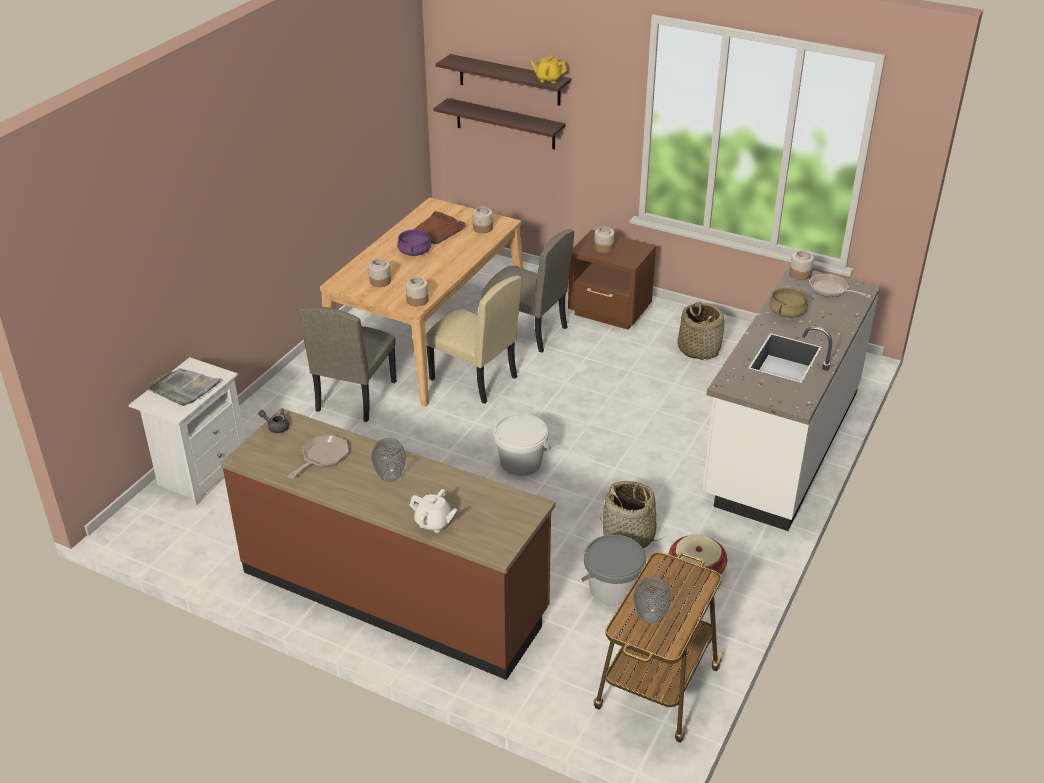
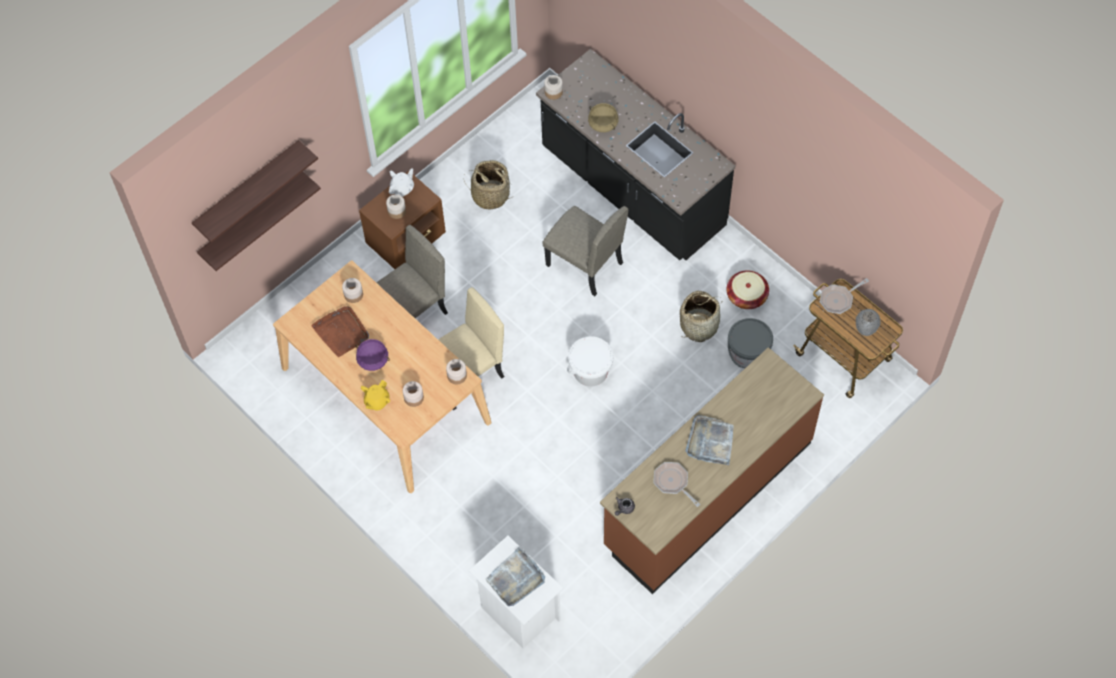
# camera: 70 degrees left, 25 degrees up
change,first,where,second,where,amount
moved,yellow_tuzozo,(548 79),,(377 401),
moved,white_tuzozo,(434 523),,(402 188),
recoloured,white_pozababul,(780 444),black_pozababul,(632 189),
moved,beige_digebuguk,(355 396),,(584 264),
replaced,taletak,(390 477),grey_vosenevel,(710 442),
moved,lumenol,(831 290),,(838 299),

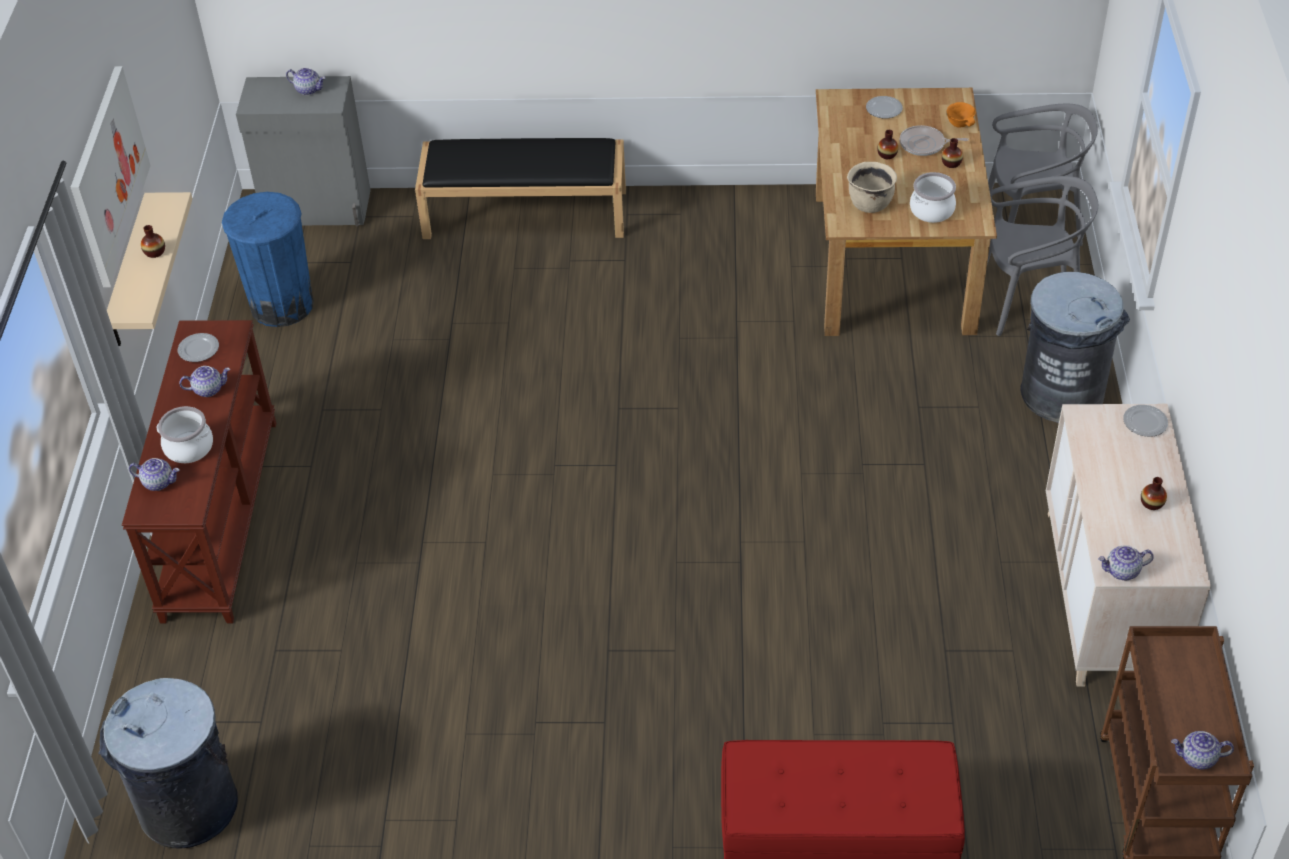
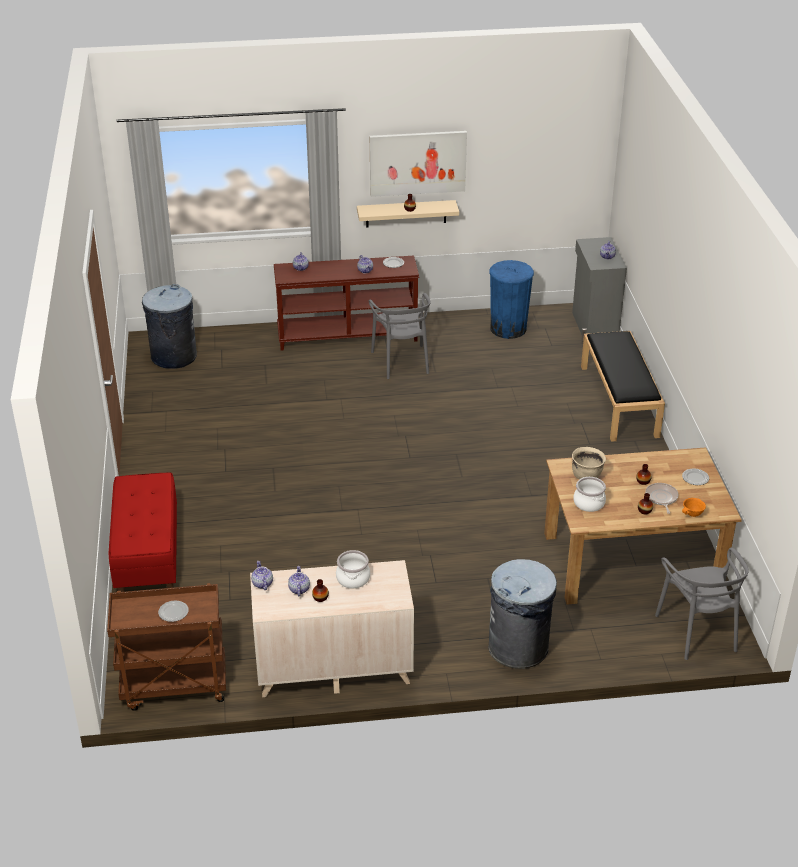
# camera: 80 degrees right, 10 degrees down
change,first,where,second,where,amount
moved,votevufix,(1145 422),,(173 613),
moved,tuzozo,(1197 758),,(299 589),
moved,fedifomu,(189 447),,(353 578),
moved,grey_digebuguk,(1028 301),,(402 361),

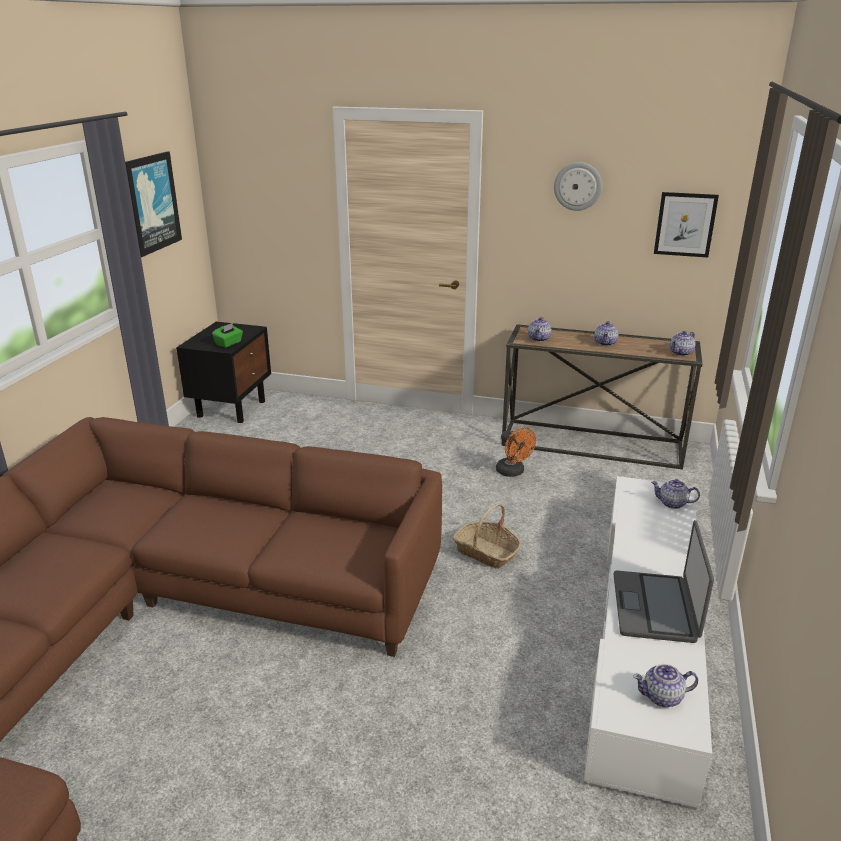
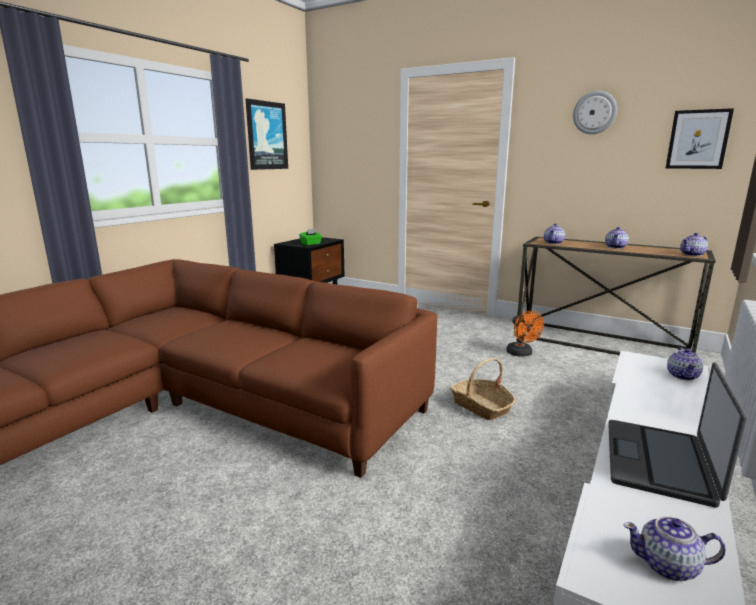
# camera: 15 degrees right, 10 degrees down
change,first,where,second,where,amount
turned,tuzozo,(673 504),,(682 376),105 degrees counterclockwise

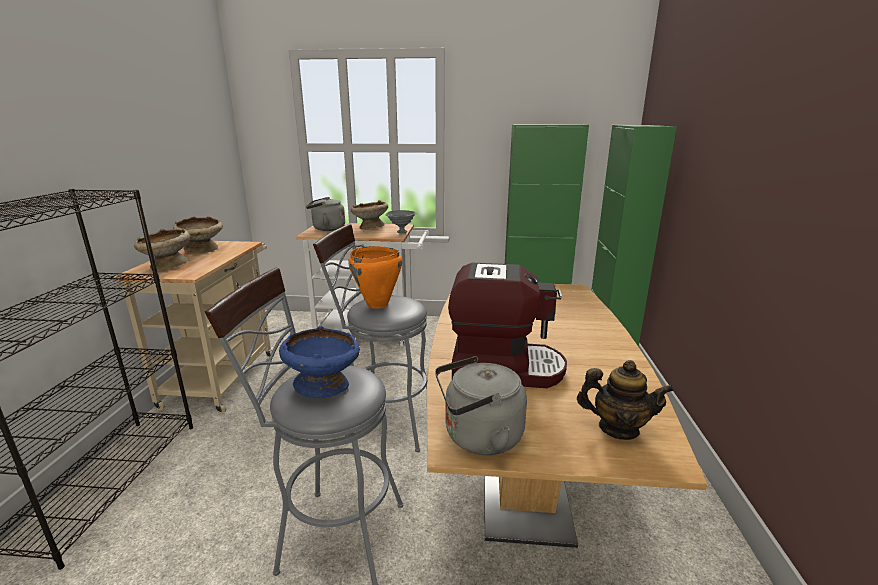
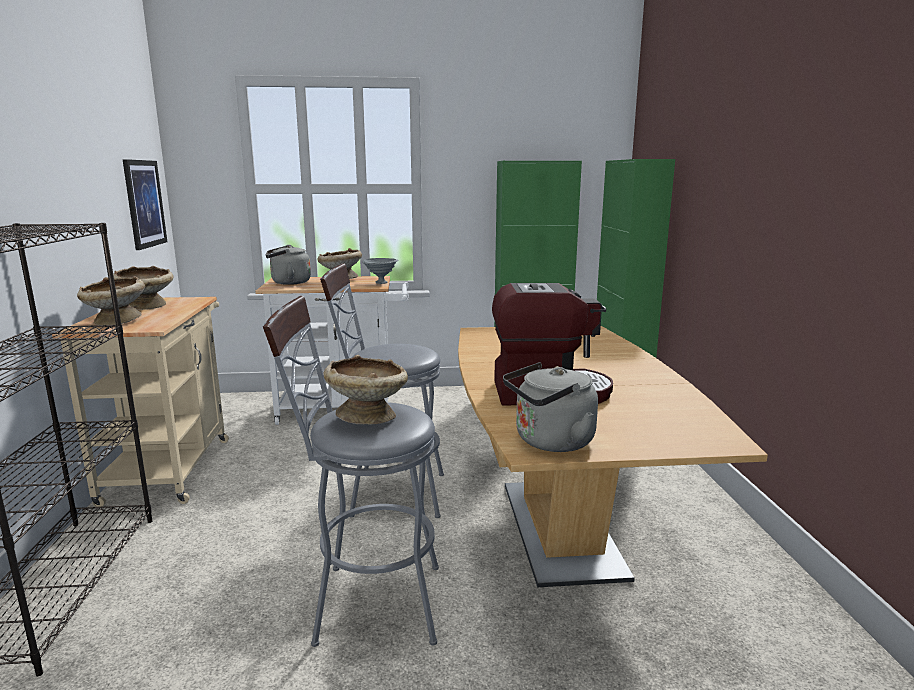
# camera: 10 degrees left, 5 degrees down
change,first,where,second,where,amount
added,,,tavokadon,(144 203),
recoloured,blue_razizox,(324 384),beige_razizox,(367 416),
removed,orange_fedifomu,(377 304),,,
removed,tuzozo,(618 428),,,

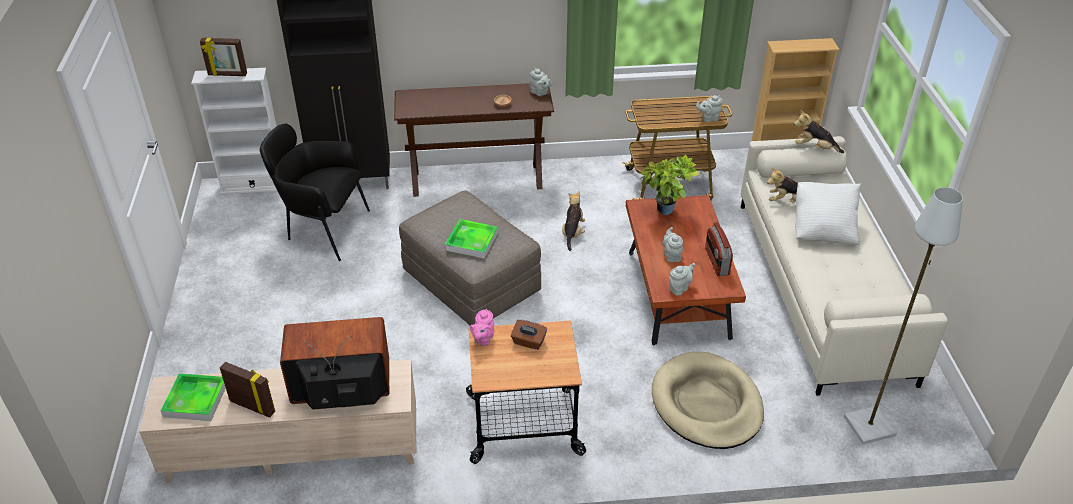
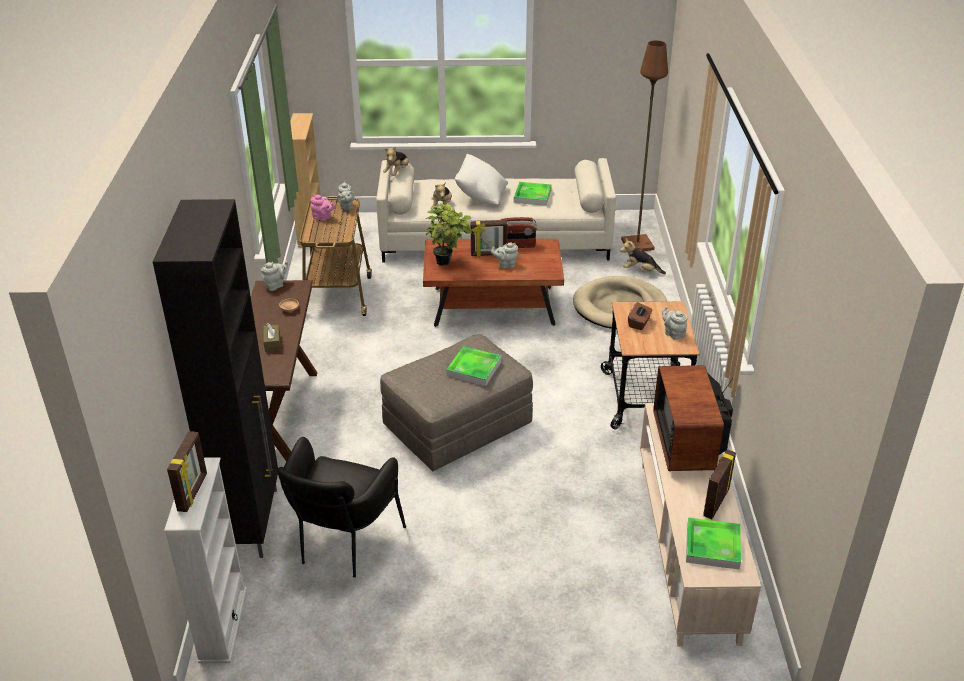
# camera: 85 degrees left, 5 degrees down
change,first,where,second,where,amount
added,,,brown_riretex,(272 343),
moved,pink_tuzozo,(483 339),,(323 218),
added,,,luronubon,(489 254),
added,,,vosenevel,(532 196),
moved,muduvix,(573 233),,(640 271),
recoloured,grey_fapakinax,(869 425),brown_fapakinax,(636 244),
moved,grey_tuzozo,(680 288),,(673 333),

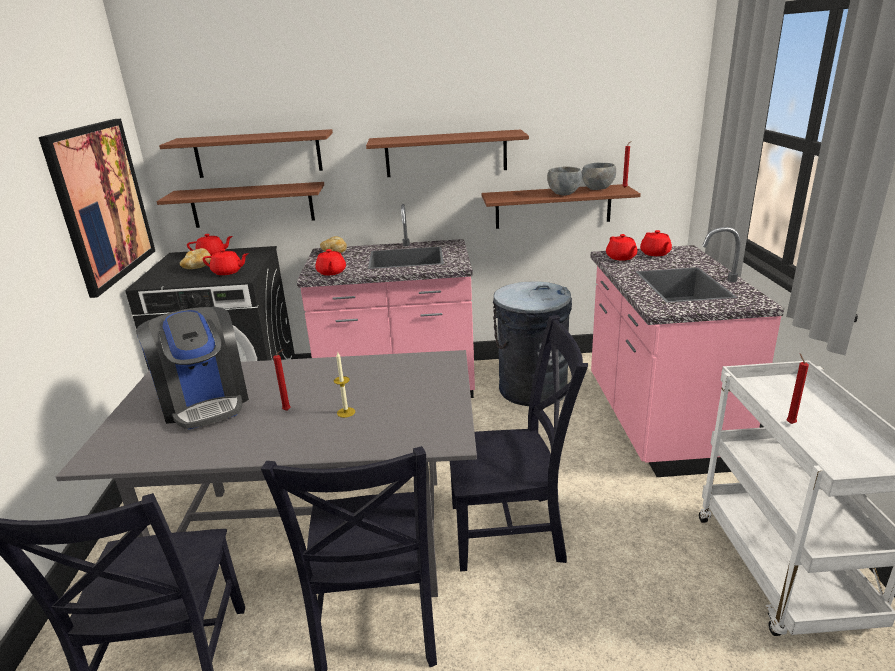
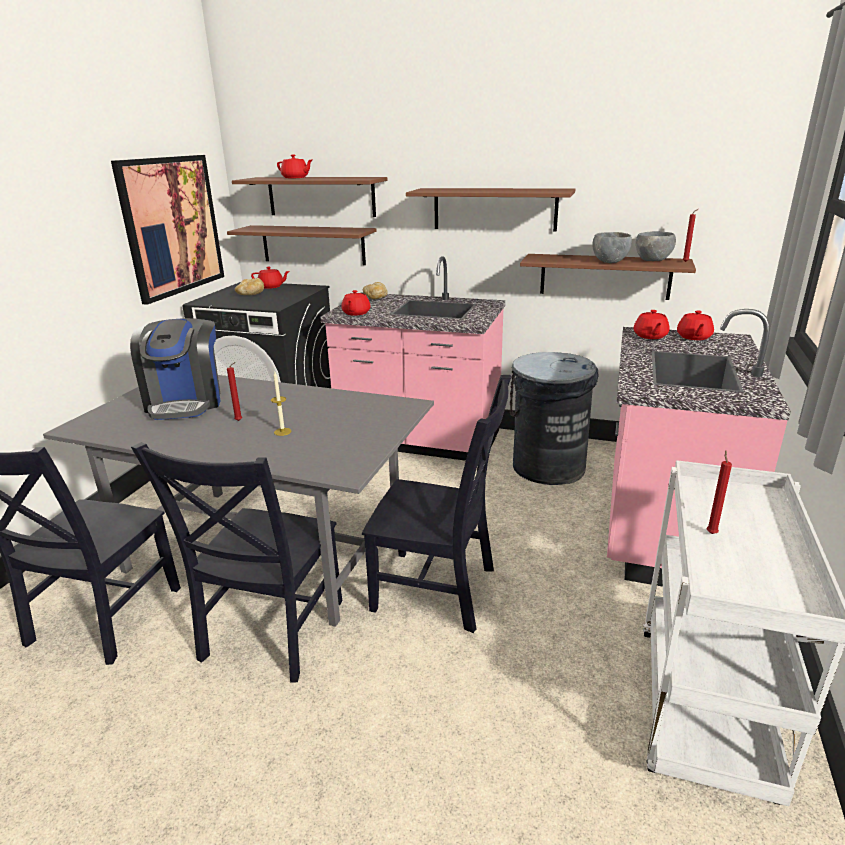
# camera: 20 degrees right, 0 degrees up
change,first,where,second,where,amount
moved,red_tuzozo,(228 272),,(295 178),

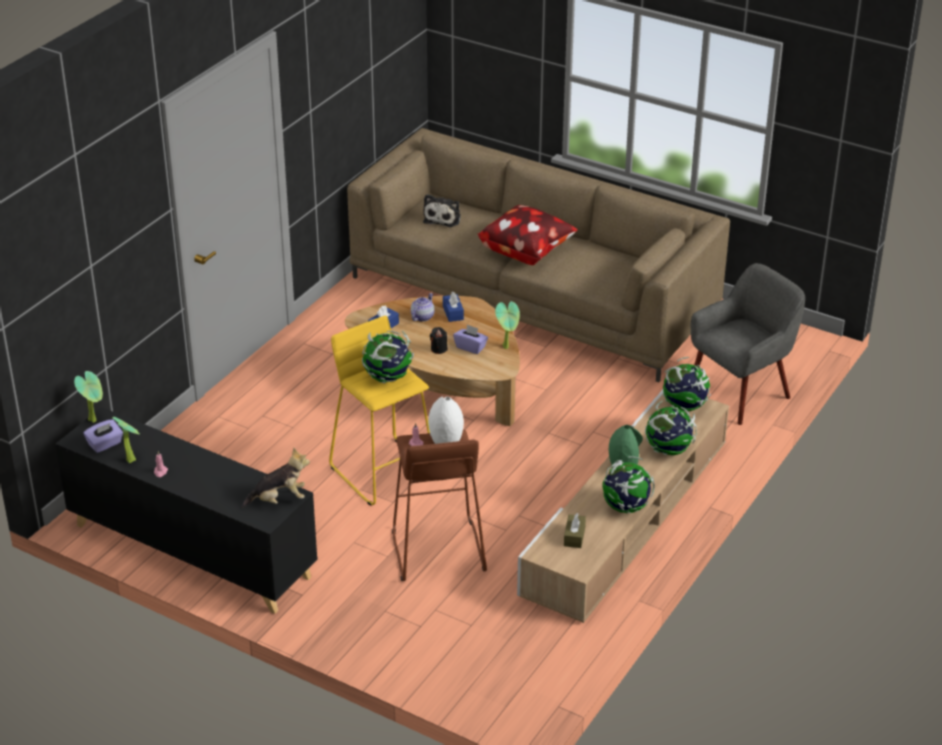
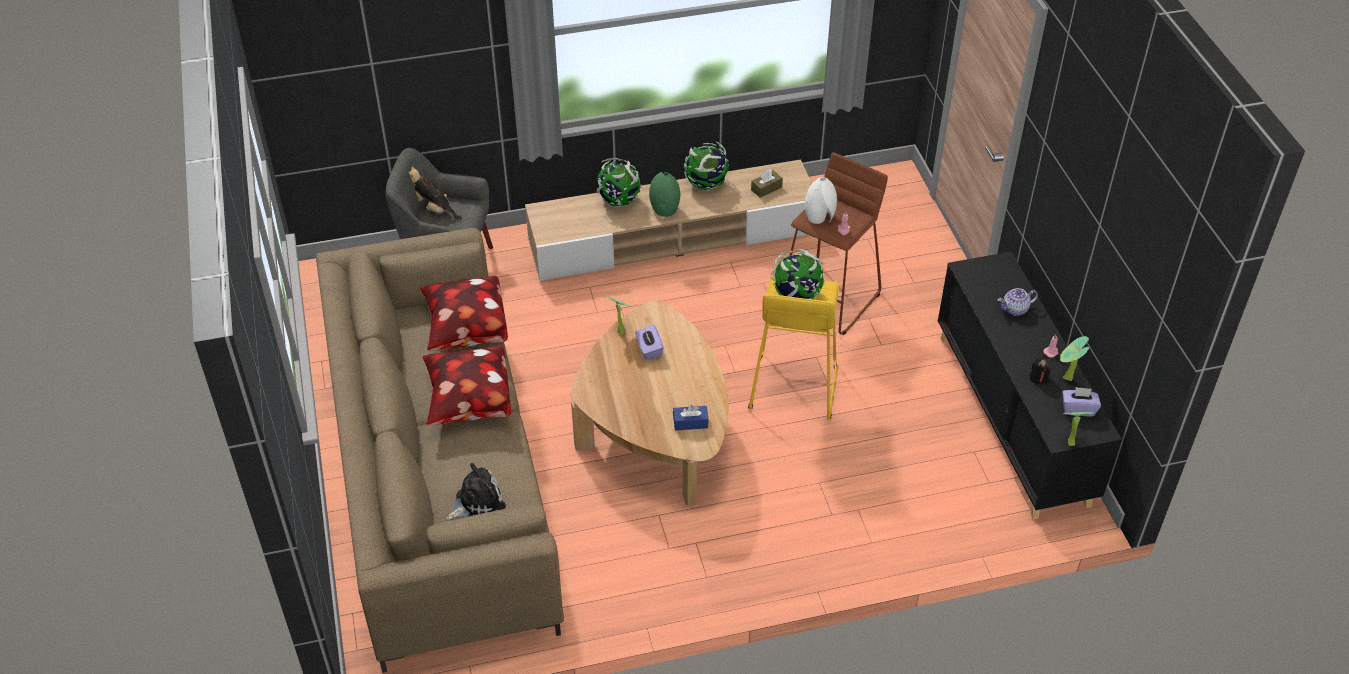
# camera: 135 degrees left, 10 degrees up
change,first,where,second,where,amount
moved,muduvix,(279 500),,(433 209),
added,,,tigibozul,(466 332),
moved,tuzozo,(422 317),,(1015 309),
moved,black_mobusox,(439 349),,(1038 378),
removed,blue_riretex,(453 313),,,
removed,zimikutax,(685 406),,,

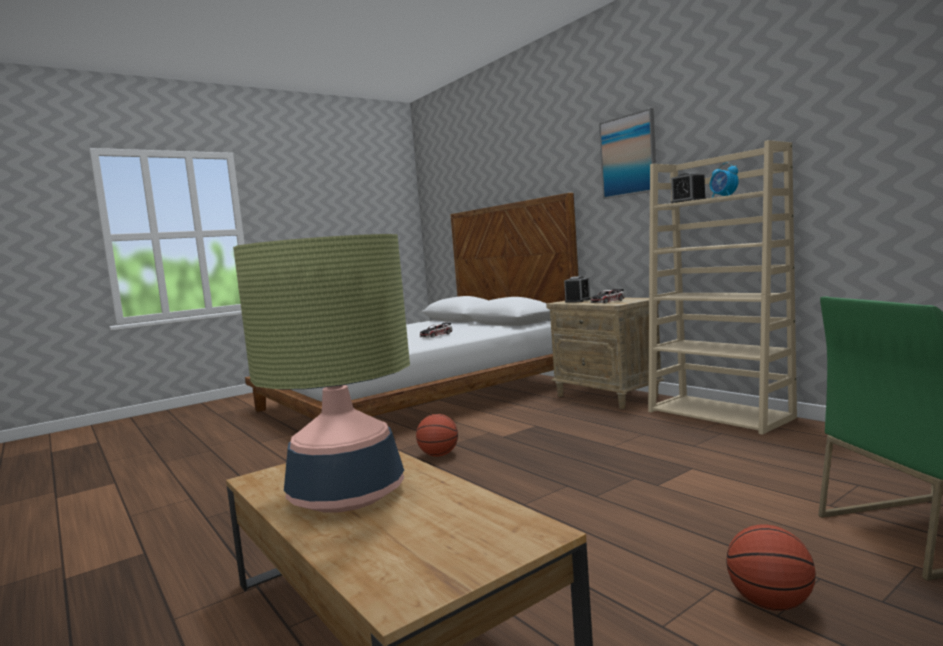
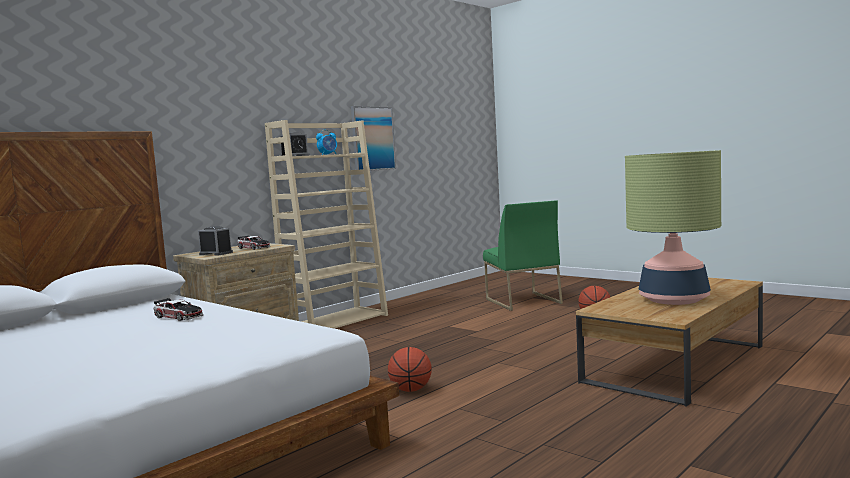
# camera: 100 degrees left, 0 degrees up
change,first,where,second,where,amount
moved,tavokadon,(628 156),,(372 138),

